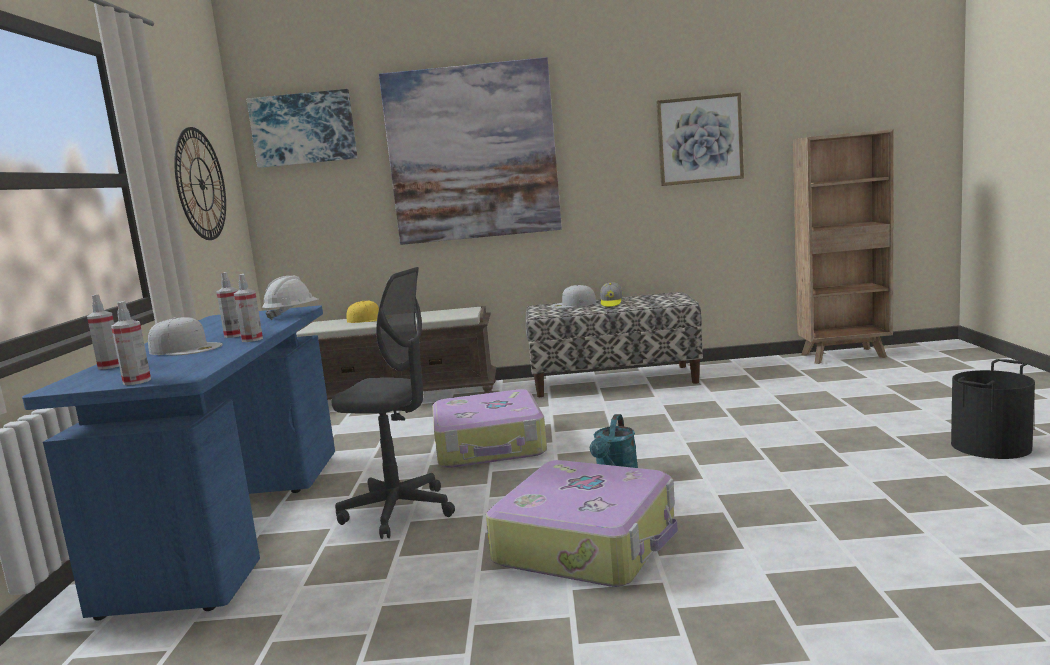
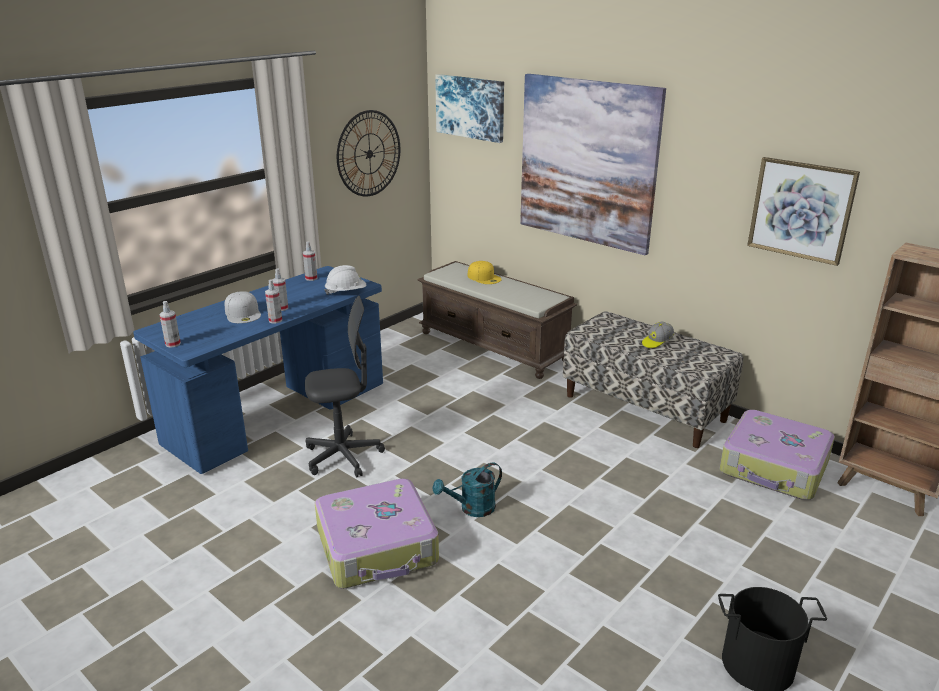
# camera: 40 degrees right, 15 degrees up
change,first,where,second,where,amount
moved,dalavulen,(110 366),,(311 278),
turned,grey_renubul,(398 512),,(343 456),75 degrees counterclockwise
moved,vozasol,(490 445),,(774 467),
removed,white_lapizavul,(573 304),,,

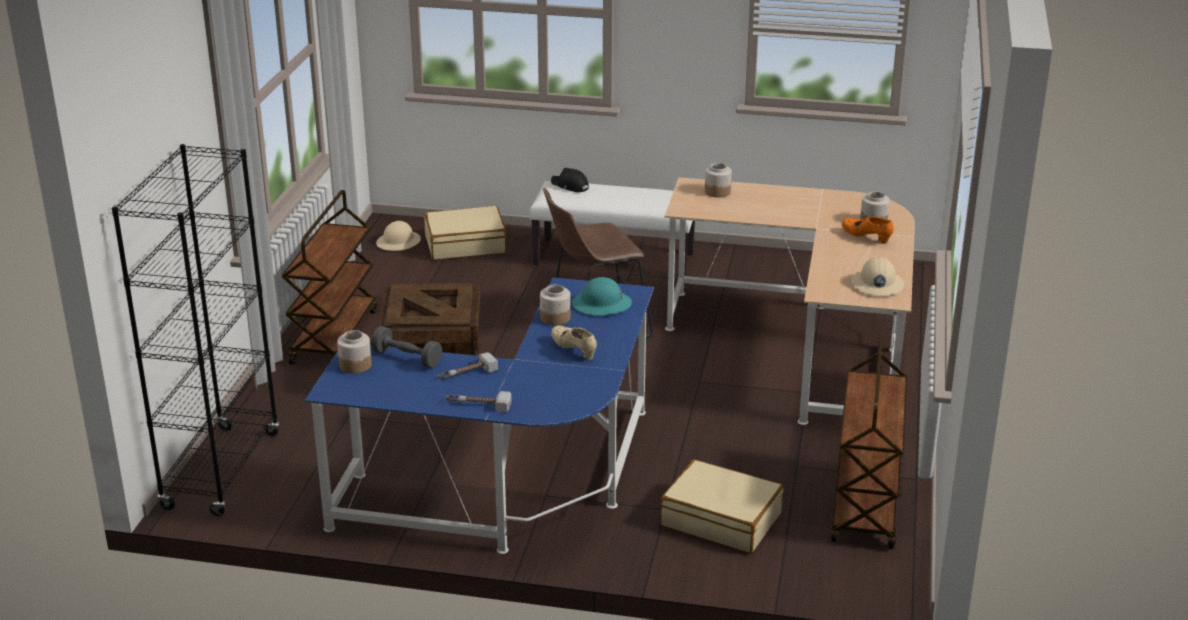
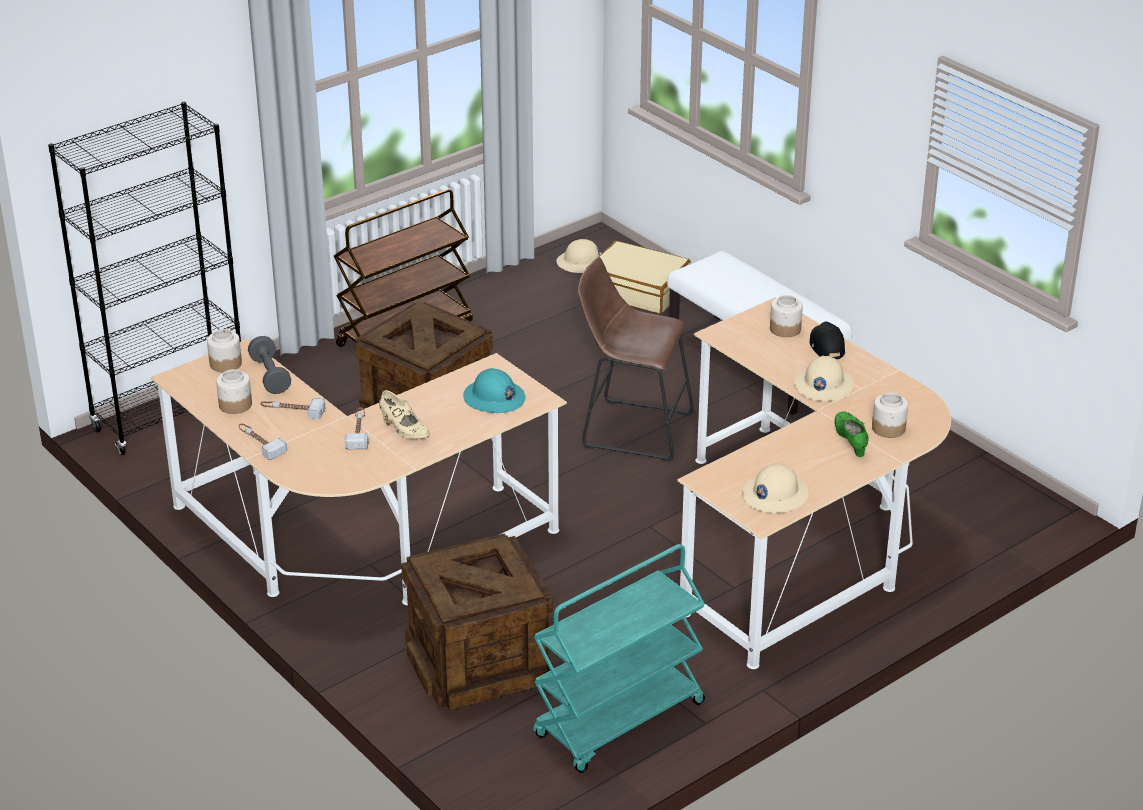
# camera: 40 degrees right, 5 degrees up
change,first,where,second,where,amount
recoloured,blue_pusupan,(516 487),beige_pusupan,(357 545),
moved,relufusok,(555 318),,(235 405),
added,,,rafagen,(358 431),
turned,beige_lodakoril,(574 350),,(404 431),135 degrees clockwise
replaced,beige_vozasol,(721 519),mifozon,(476 663),
recoloured,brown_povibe,(865 505),turquoise_povibe,(619 721),
added,,,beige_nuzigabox,(823 385),
moved,black_lapizavul,(569 186),,(826 346),
recoloured,orange_lodakoril,(866 238),green_lodakoril,(850 442),

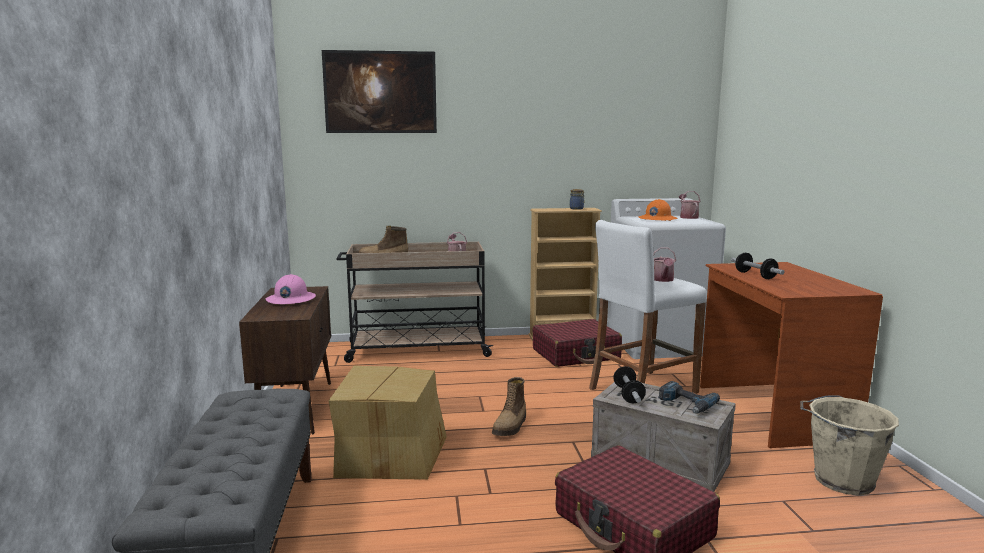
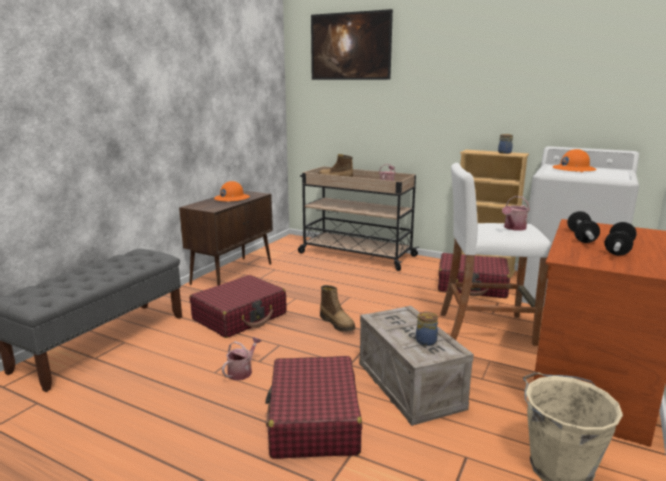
# camera: 35 degrees right, 5 degrees up
change,first,where,second,where,amount
replaced,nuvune,(390 454),red_vozasol,(240 317),
recoloured,pink_nuzigabox,(290 299),orange_nuzigabox,(231 199),
moved,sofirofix,(688 217),,(242 371),
turned,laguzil,(510 426),,(337 324),90 degrees counterclockwise
replaced,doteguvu,(685 404),relufusok,(425 340),
moved,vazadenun,(628 395),,(618 249),

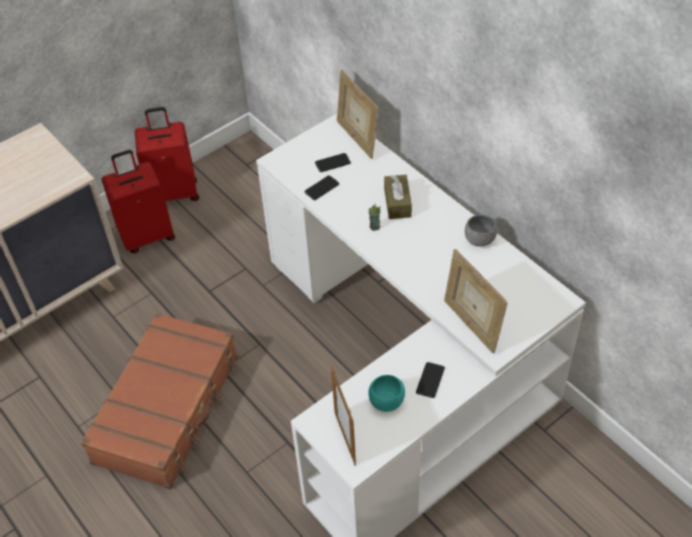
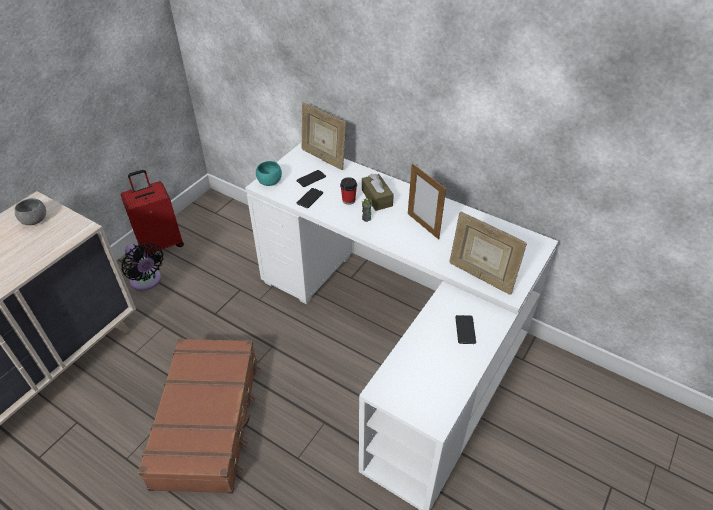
# camera: 20 degrees left, 5 degrees down
change,first,where,second,where,amount
moved,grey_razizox,(480 239),,(35 220),
replaced,red_vozasol,(147 236),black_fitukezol,(147 281),
moved,turquoise_razizox,(386 401),,(269 182),
added,,,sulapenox,(348 200),
moved,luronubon,(345 438),,(423 226),

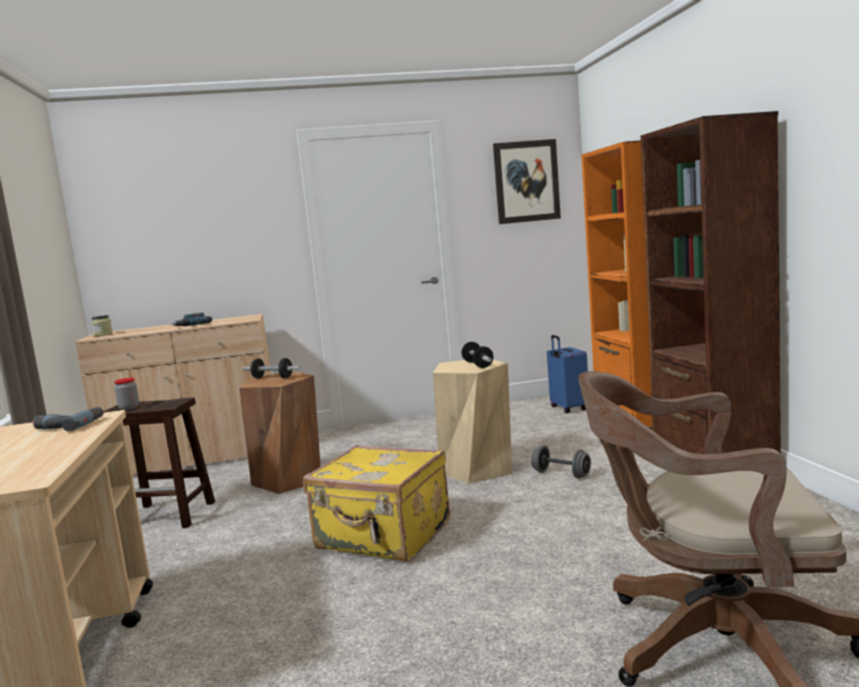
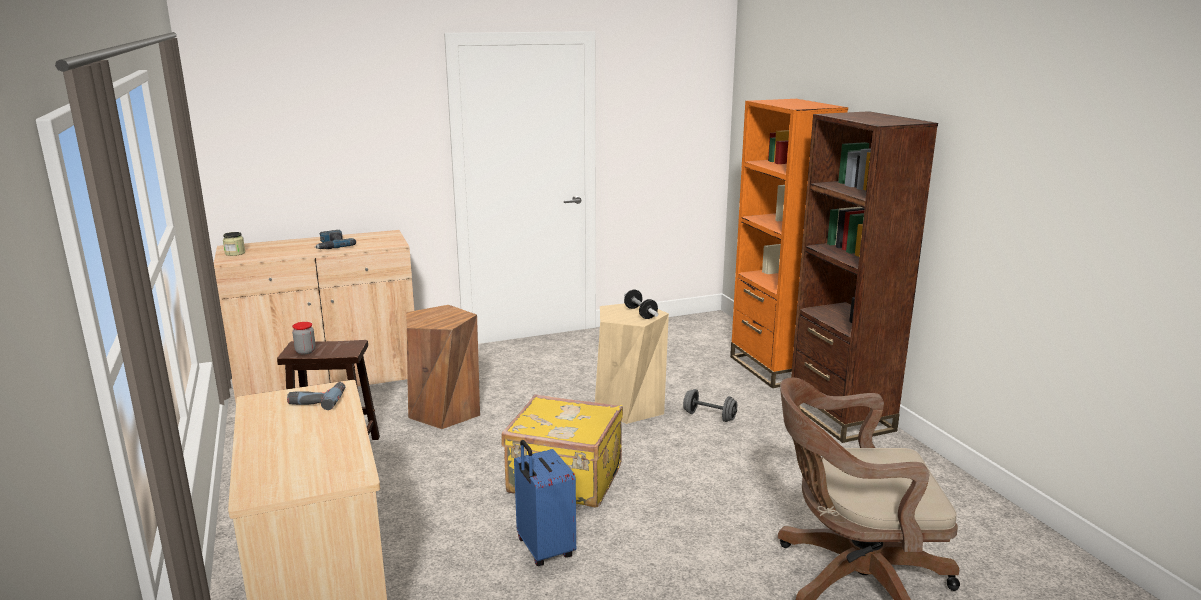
# camera: 10 degrees left, 10 degrees up
change,first,where,second,where,amount
moved,blue_vozasol,(568 409),,(543 549),
removed,vazadenun,(272 378),,,
removed,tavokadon,(526 181),,,

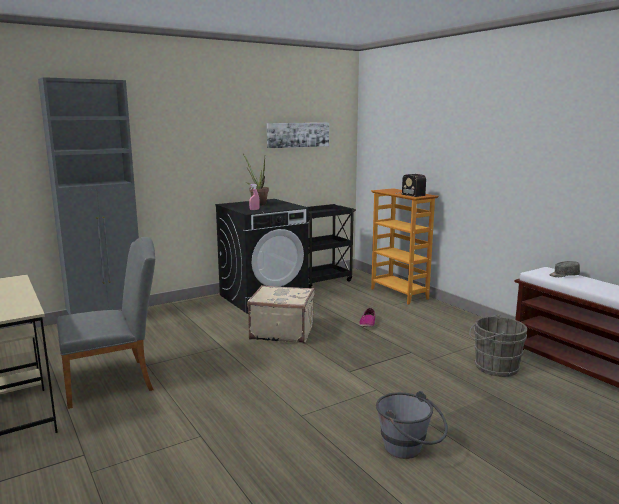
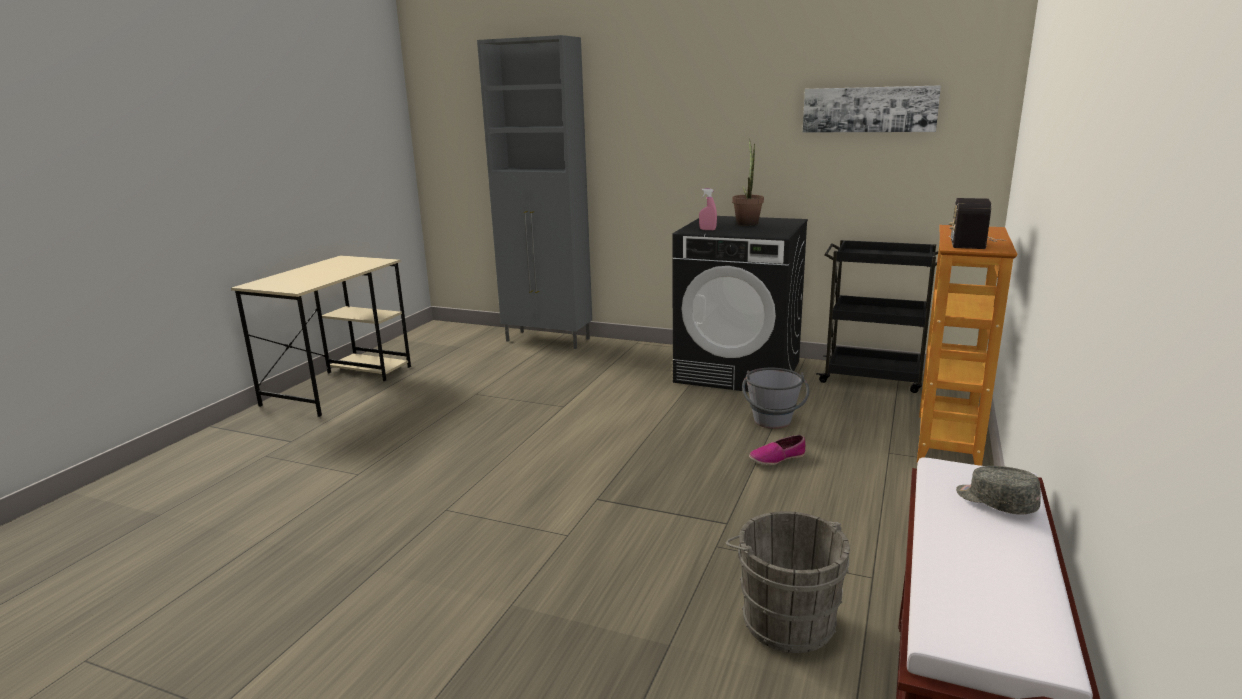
# camera: 55 degrees right, 5 degrees up
change,first,where,second,where,amount
moved,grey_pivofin,(409 451),,(773 424),
removed,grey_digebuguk,(115 381),,,
removed,beige_vozasol,(282 332),,,

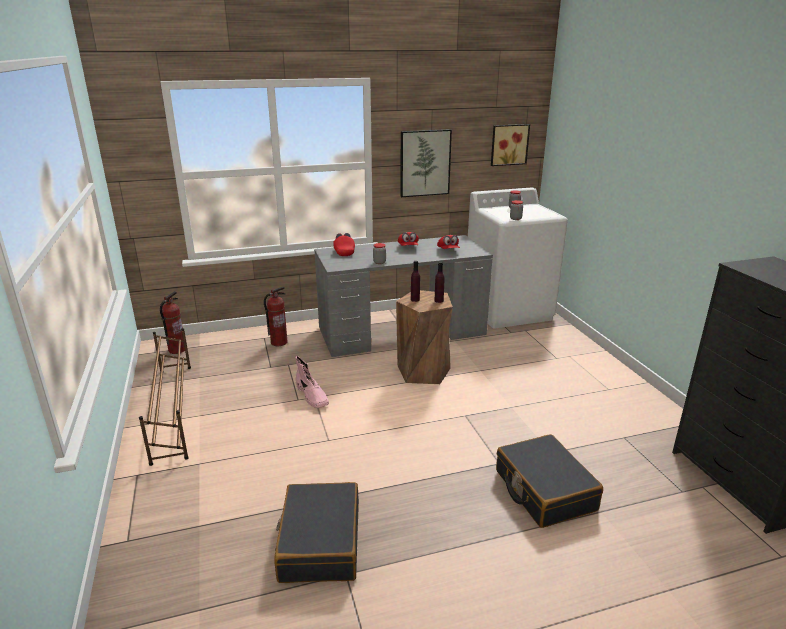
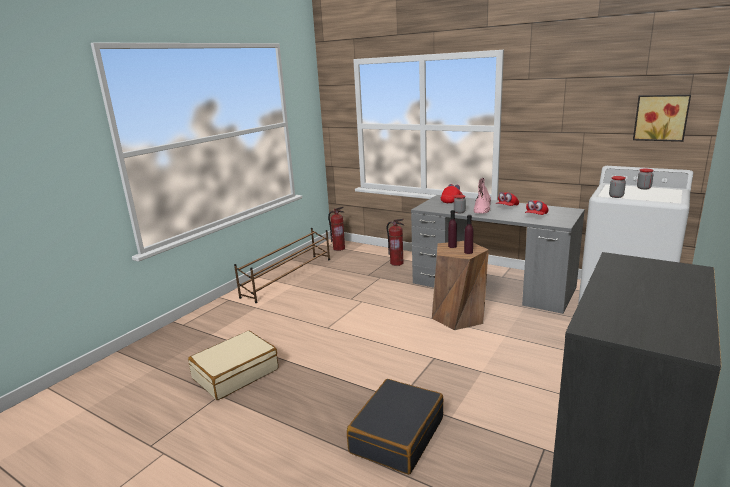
# camera: 50 degrees right, 5 degrees down
change,first,where,second,where,amount
recoloured,black_vozasol,(319 542),beige_vozasol,(235 373),
moved,pink_laguzil,(312 396),,(482 209),
removed,tavokadon,(424 163),,,

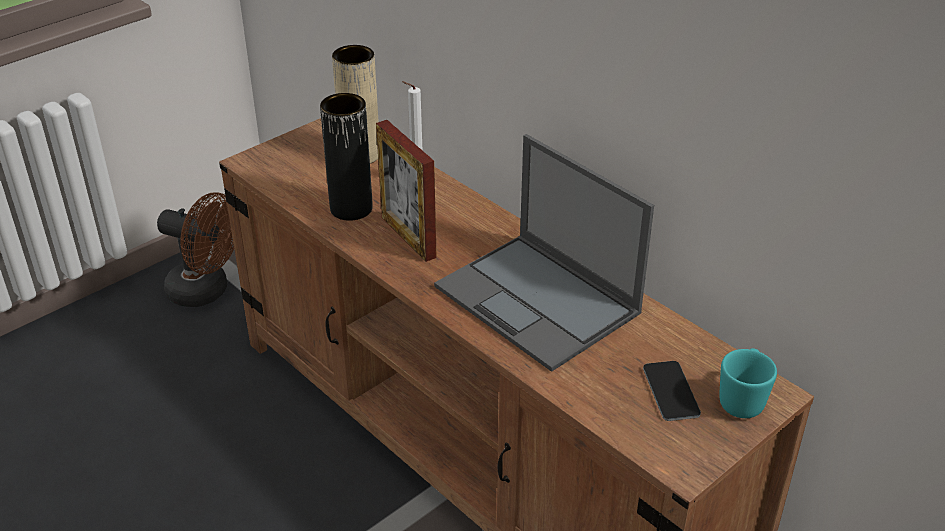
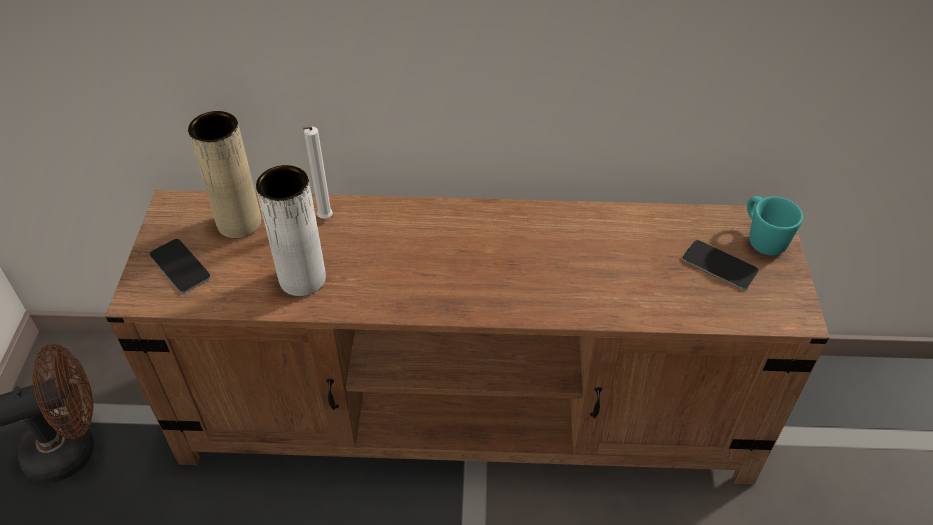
# camera: 45 degrees left, 10 degrees up
change,first,where,second,where,amount
added,,,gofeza,(180 266),
recoloured,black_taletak,(351 208),white_taletak,(302 279),
removed,luronubon,(408 237),,,
removed,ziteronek,(539 301),,,

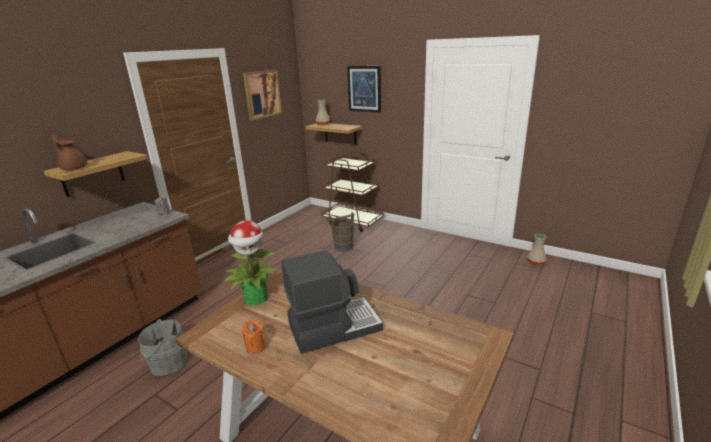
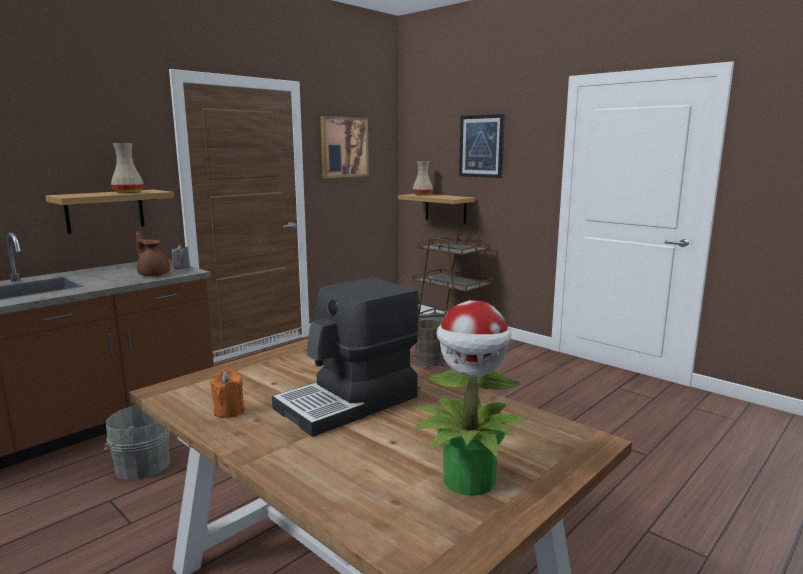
# camera: 10 degrees right, 10 degrees down
change,first,where,second,where,amount
moved,beige_taletak,(536 262),,(129 192),
moved,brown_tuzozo,(74 168),,(153 274),
turned,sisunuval,(333 326),,(349 403),150 degrees clockwise
moved,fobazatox,(256 299),,(469 481),

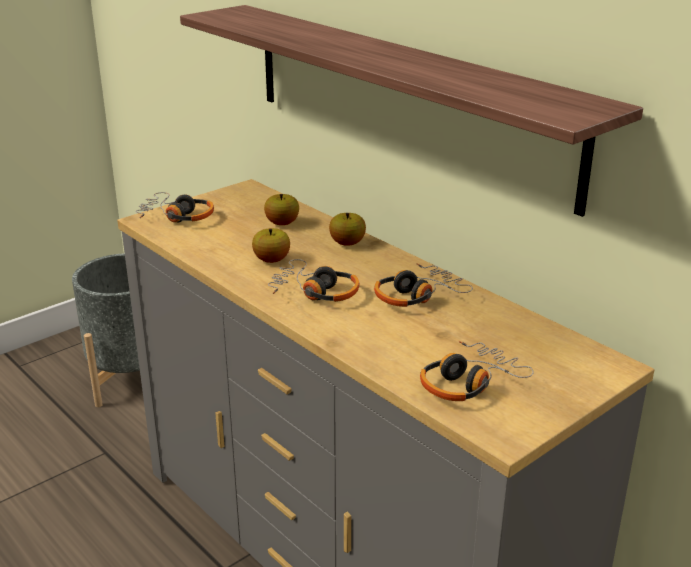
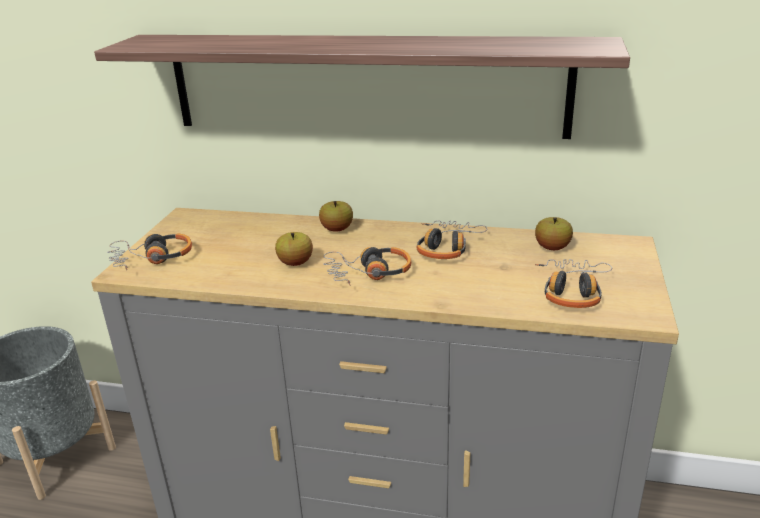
# camera: 35 degrees left, 0 degrees up
change,first,where,second,where,amount
moved,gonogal,(282 223),,(552 248),

